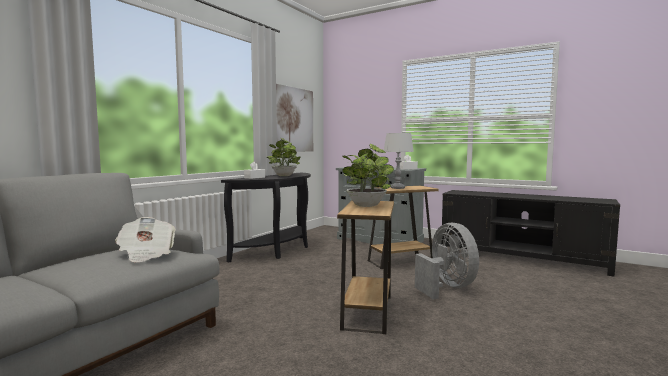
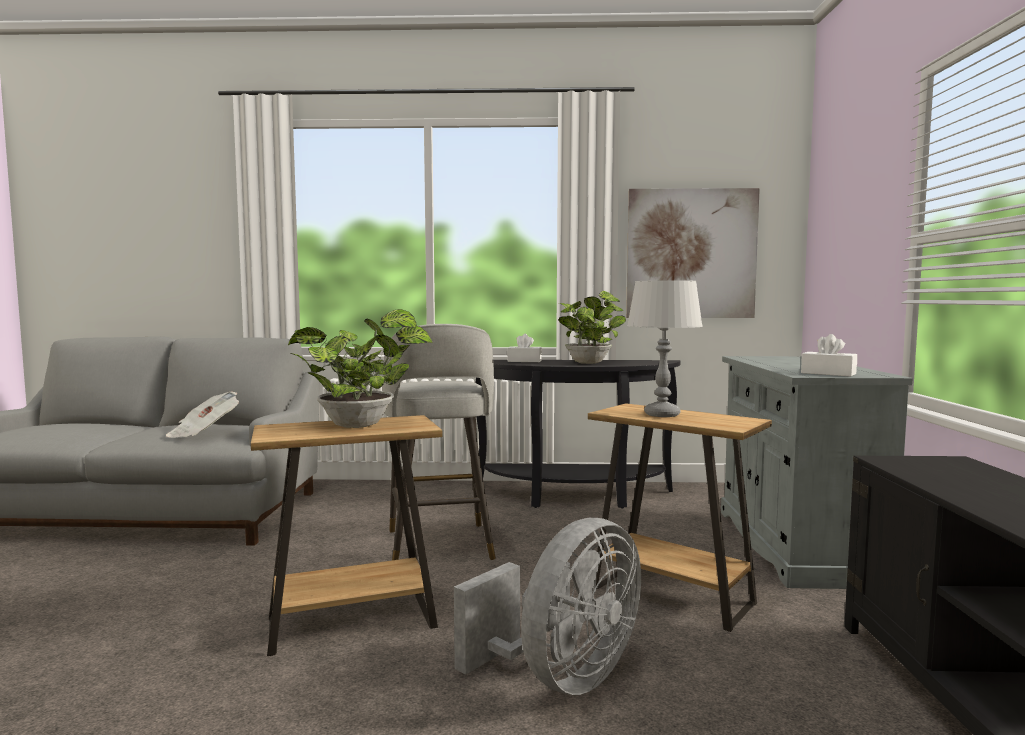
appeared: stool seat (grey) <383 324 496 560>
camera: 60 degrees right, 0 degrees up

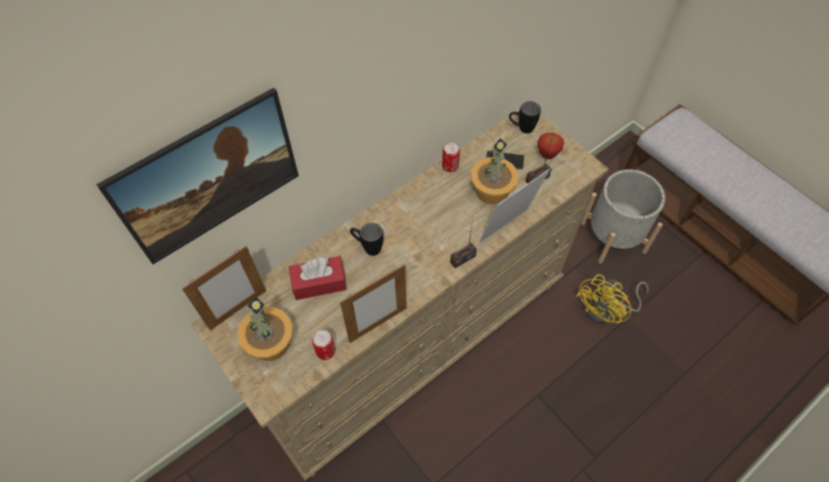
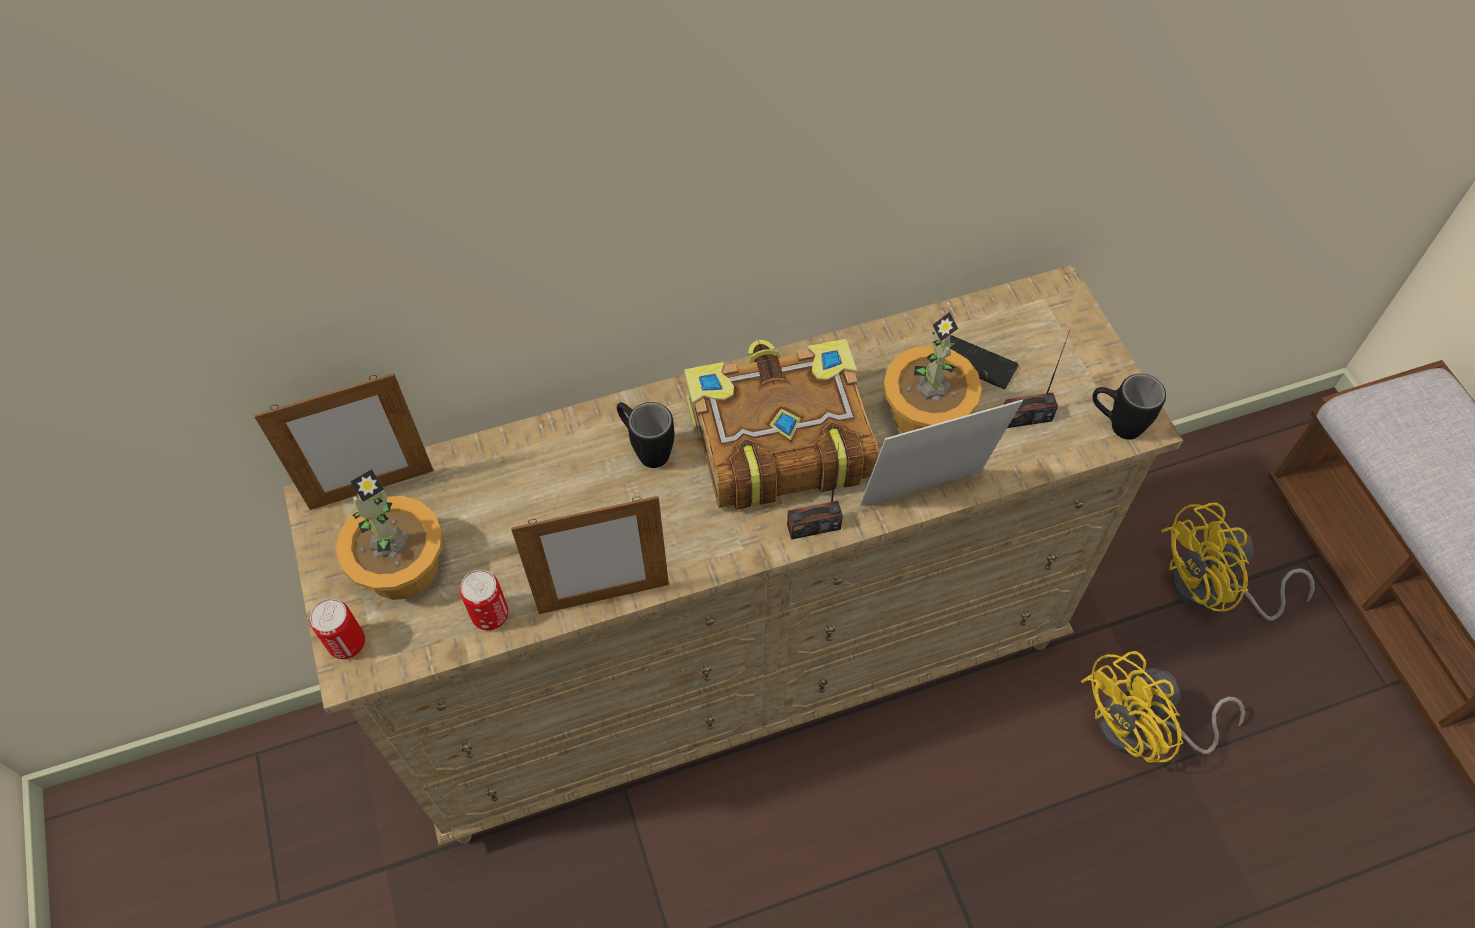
missing: wall art <96 88 299 264>; tissue box (red) <289 256 347 300>; whole apple <537 133 564 159>
appeared: bound book <684 339 878 510>
relocated: can <442 142 460 172> to <310 599 365 659>; coffee mug (blackish) <509 101 541 134> to <1093 374 1166 440>
exchanged: plant pot (grey) <581 169 665 264> to cooling fan (yellowish) <1161 502 1315 621>
camera: 20 degrees right, 0 degrees up

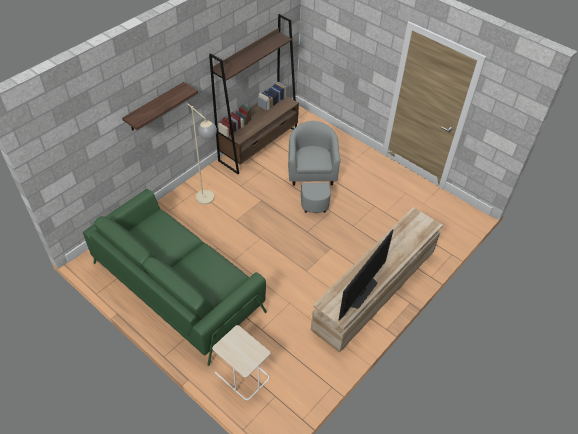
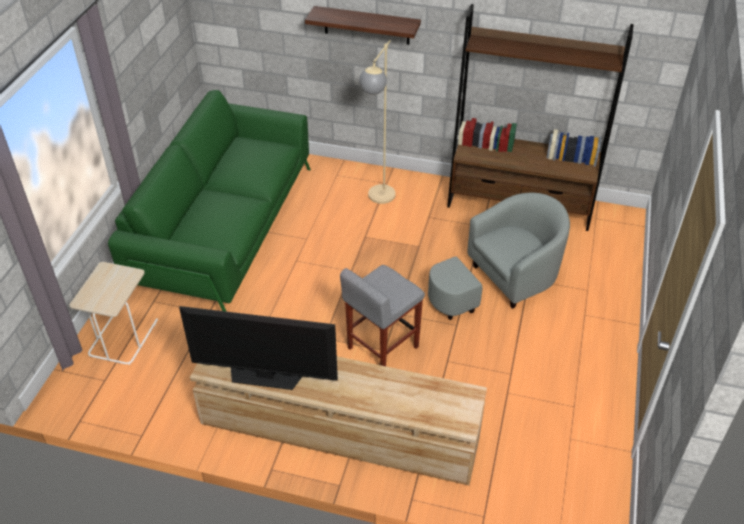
appeared: stool seat (grey) <340 265 425 366>
camera: 65 degrees right, 5 degrees down

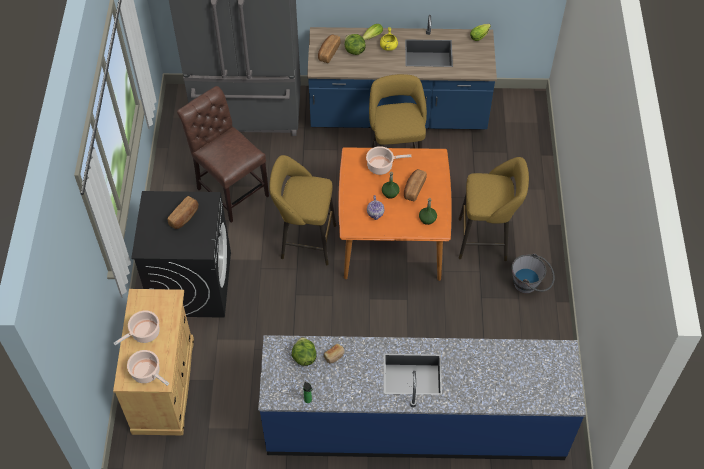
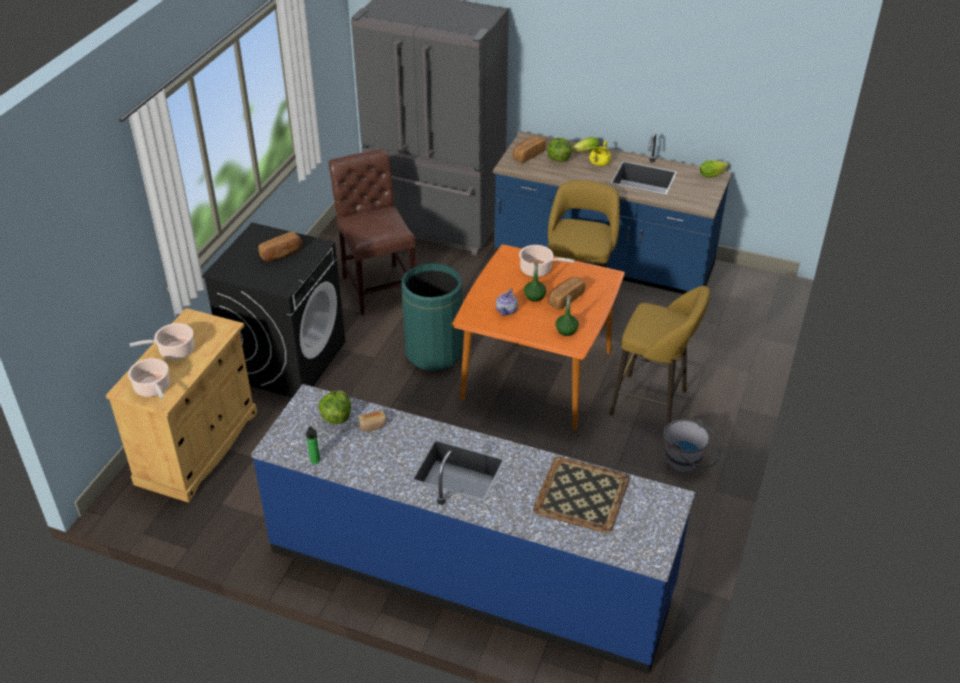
appeared: serving tray <533 457 629 533>
exchanged: stool seat (yellowish) <269 155 336 265> to rubbish bin (greenish) <401 263 463 371>
camera: 20 degrees right, 15 degrees down

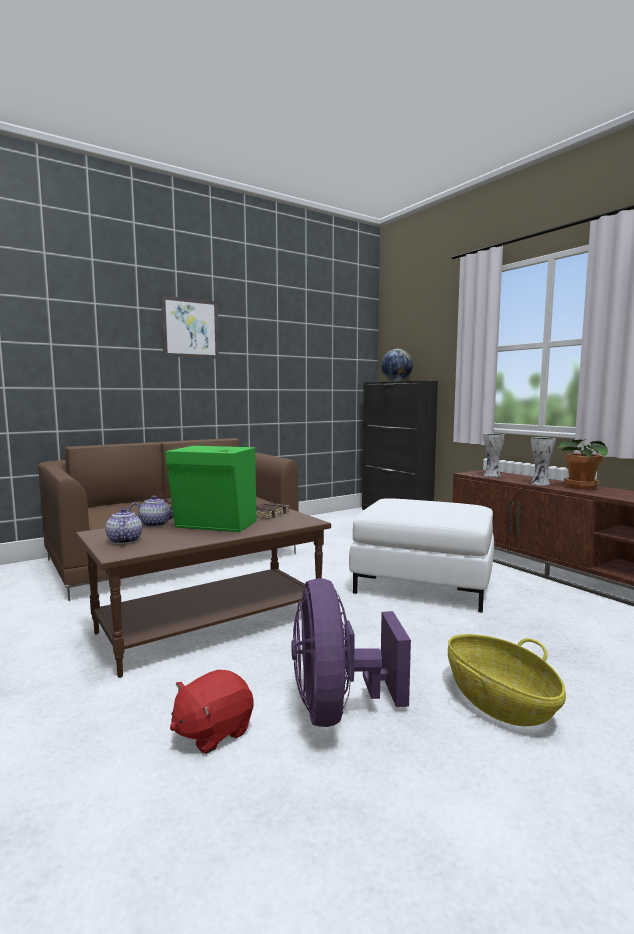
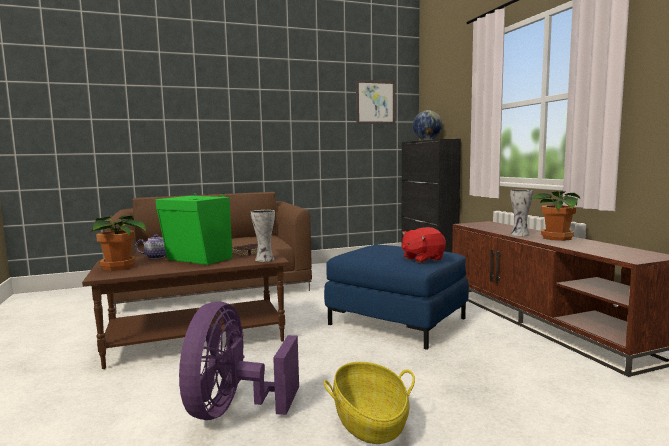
relocated: wall art <161 295 219 359> to <356 80 395 124>; plush toy (red) <170 670 254 754> to <402 227 446 263>; flower vase <483 434 505 477> to <251 210 275 262>
exchanged: pot for tea <105 508 142 544> to plant in a pot <91 215 146 271>
colour: pouffe (whitish) <349 498 494 613> to pouffe (blue-coloured) <324 245 469 350>
camera: 15 degrees right, 0 degrees up

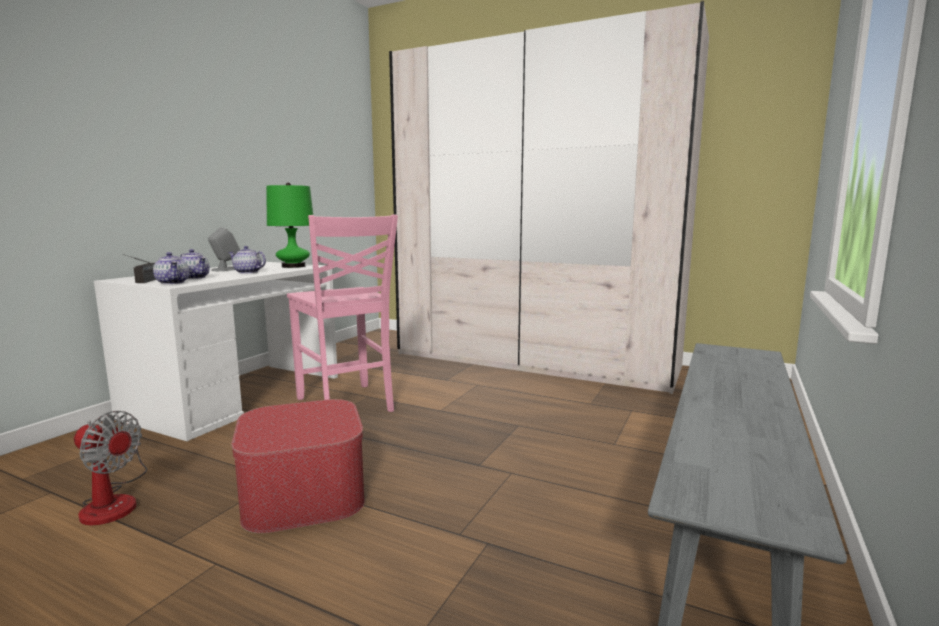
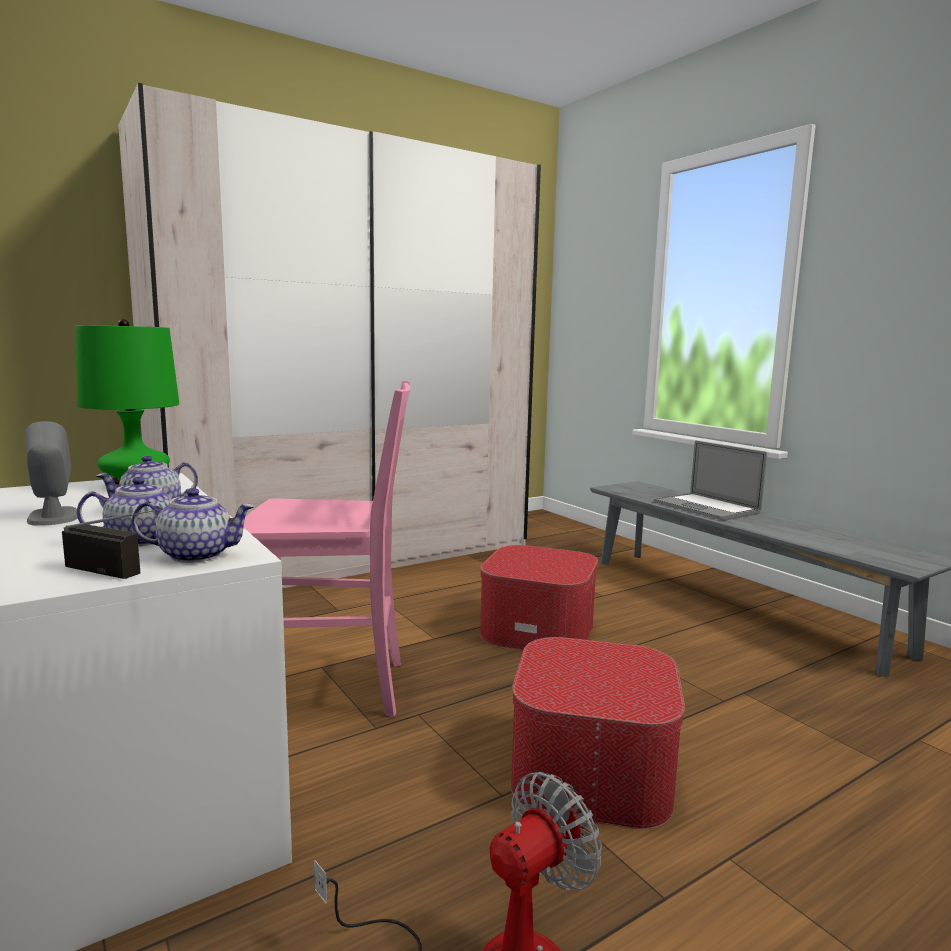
appeared: pouffe <480 545 598 650>; laptop <654 441 767 520>
camera: 60 degrees left, 0 degrees up

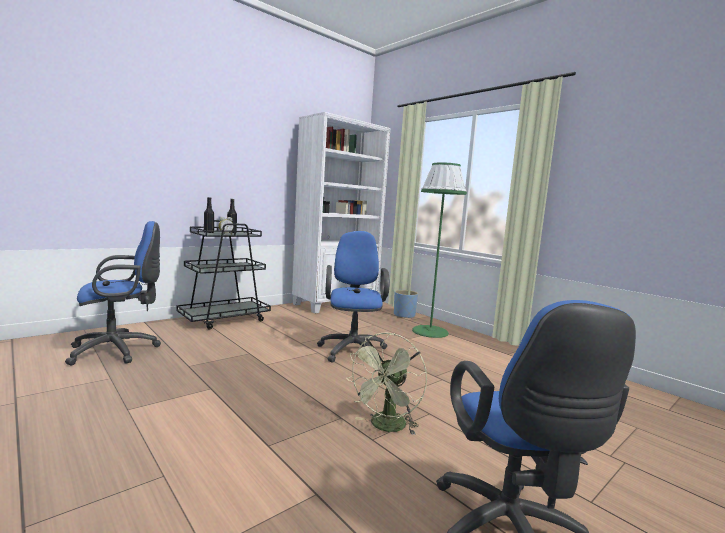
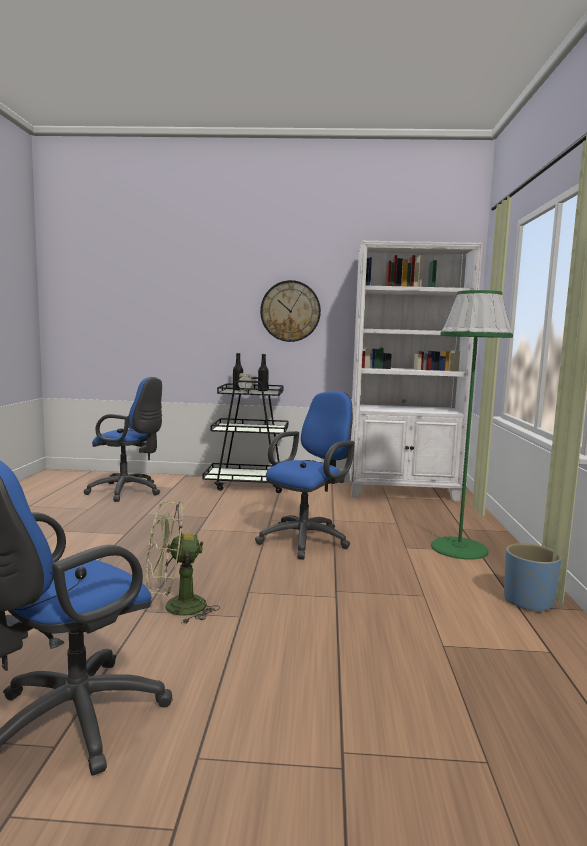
appeared: hanging clock <260 280 321 342>
relocated: plant pot (blue-coloured) <394 290 418 318> to <504 543 562 613>
camera: 45 degrees right, 0 degrees up

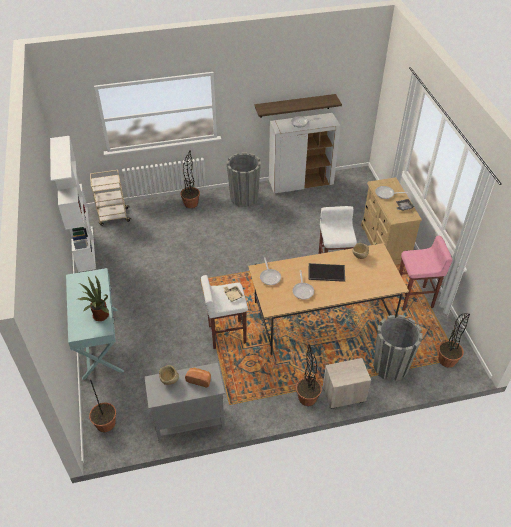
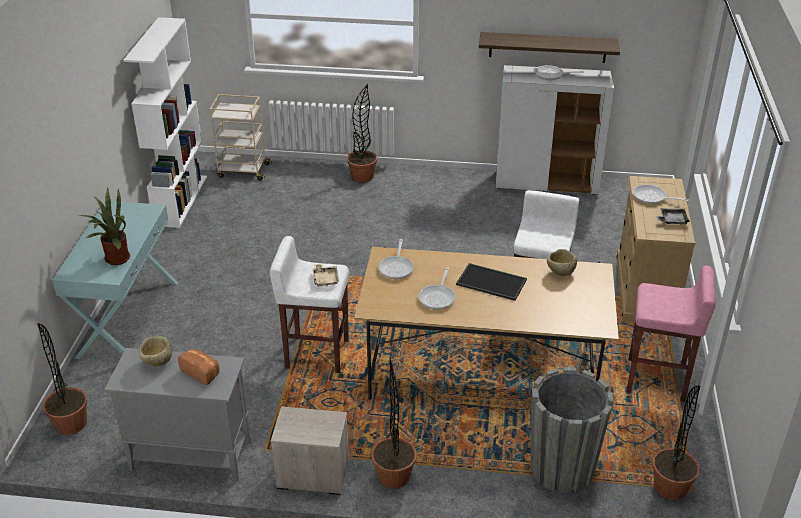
missing: plant pot (grey) <227 152 261 207>
relocated: night table <323 358 371 409> to <271 406 349 495>
camera: 20 degrees right, 10 degrees down

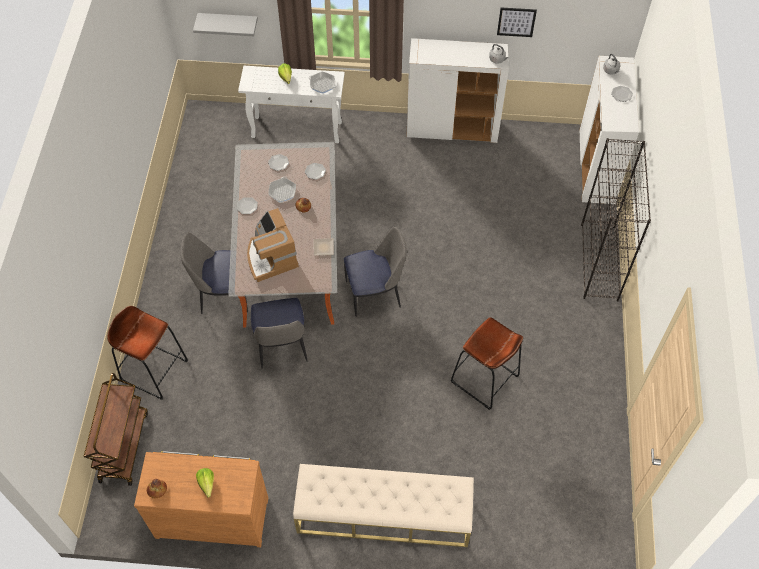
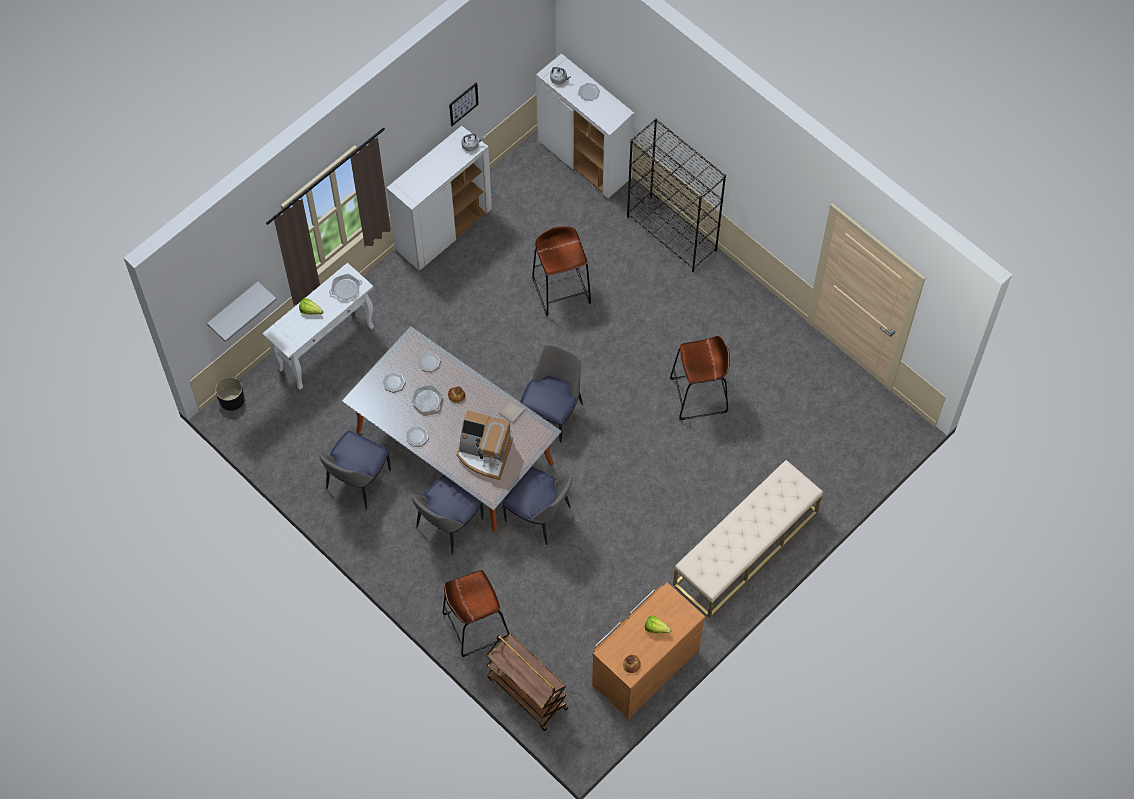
appeared: plant pot (blackish) <215 377 245 411>; chair <320 430 391 510>; stool seat (brownish) <532 226 591 317>
camera: 50 degrees left, 5 degrees up

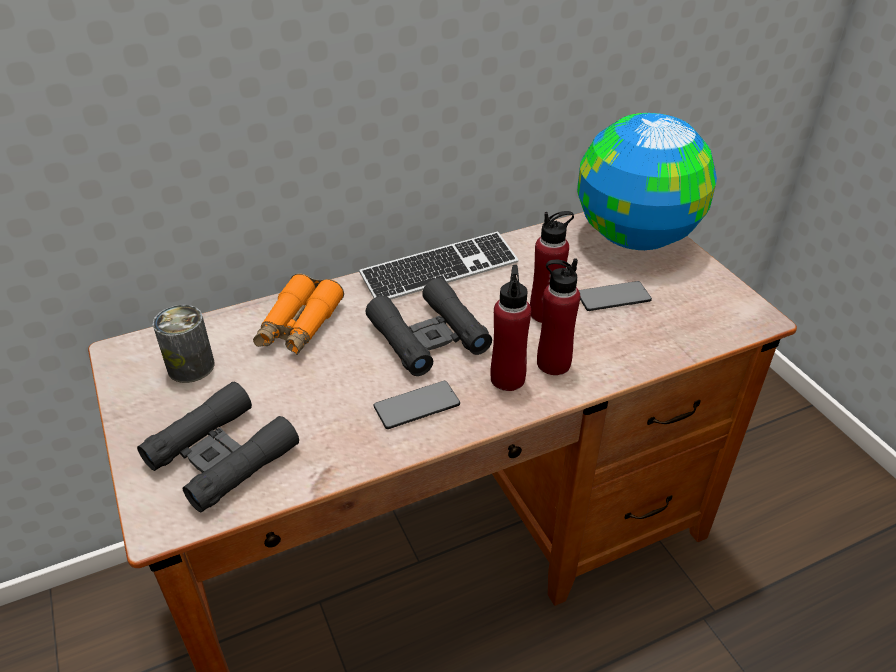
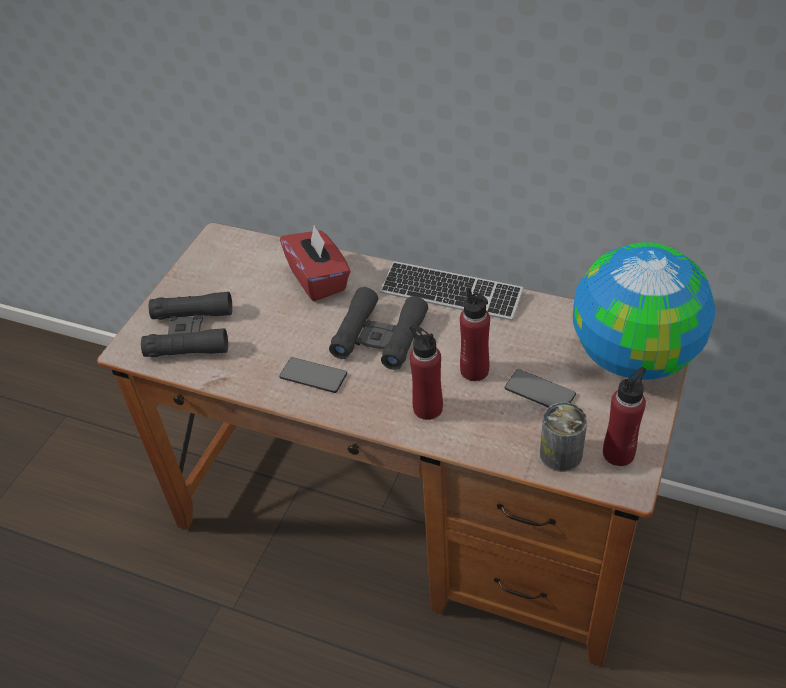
relocated: can <153 305 214 383> to <540 403 587 472>; drink bottle (red) <490 265 531 391> to <603 367 646 466>
exchanged: binoculars (orange) <253 274 344 355> to tissue box (red) <280 224 351 301>
camera: 50 degrees right, 5 degrees up

